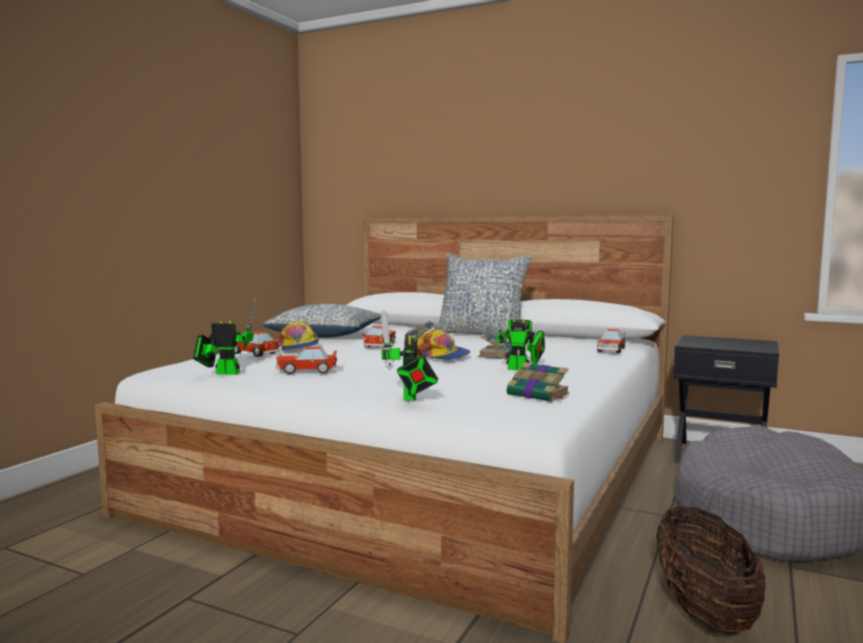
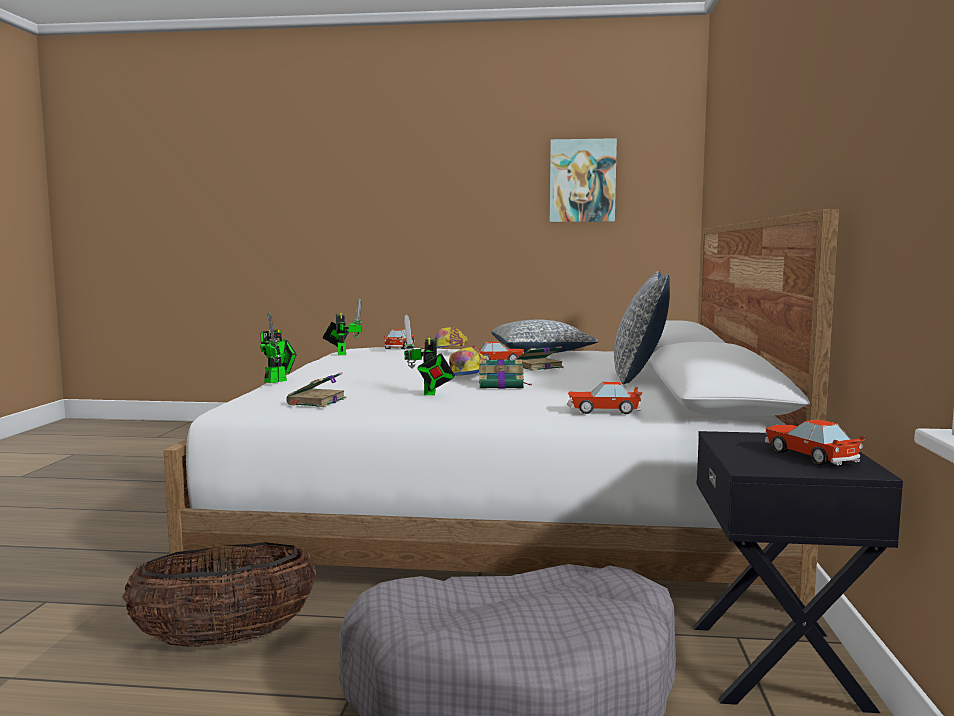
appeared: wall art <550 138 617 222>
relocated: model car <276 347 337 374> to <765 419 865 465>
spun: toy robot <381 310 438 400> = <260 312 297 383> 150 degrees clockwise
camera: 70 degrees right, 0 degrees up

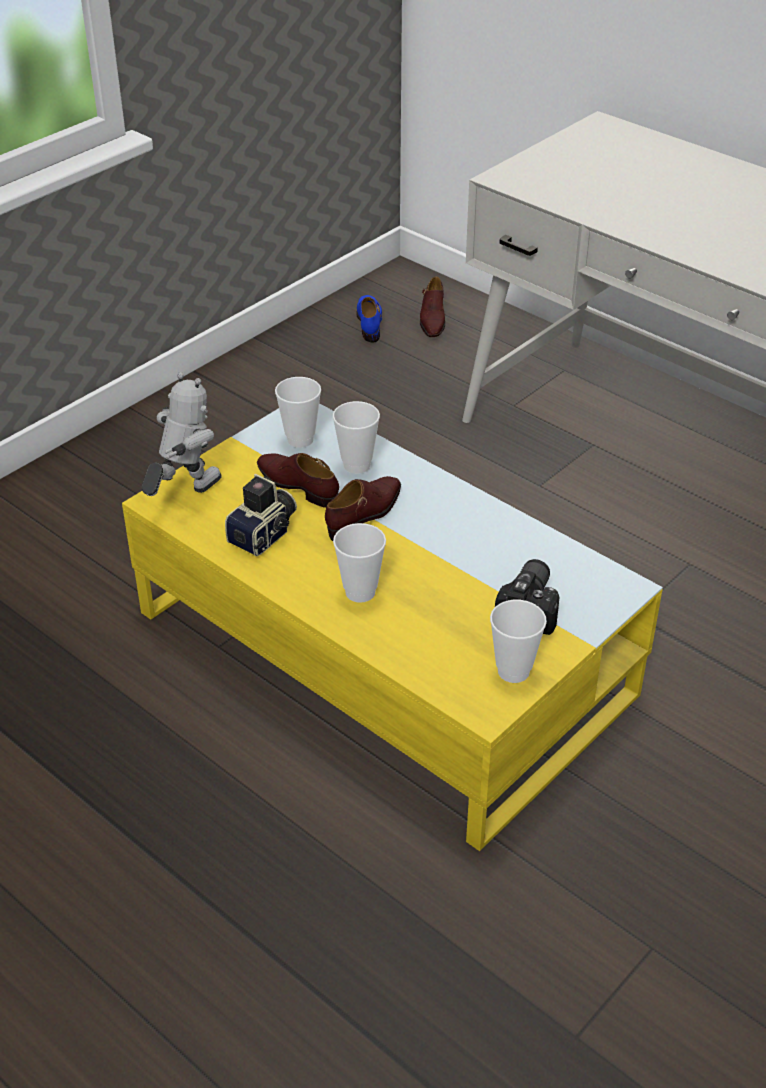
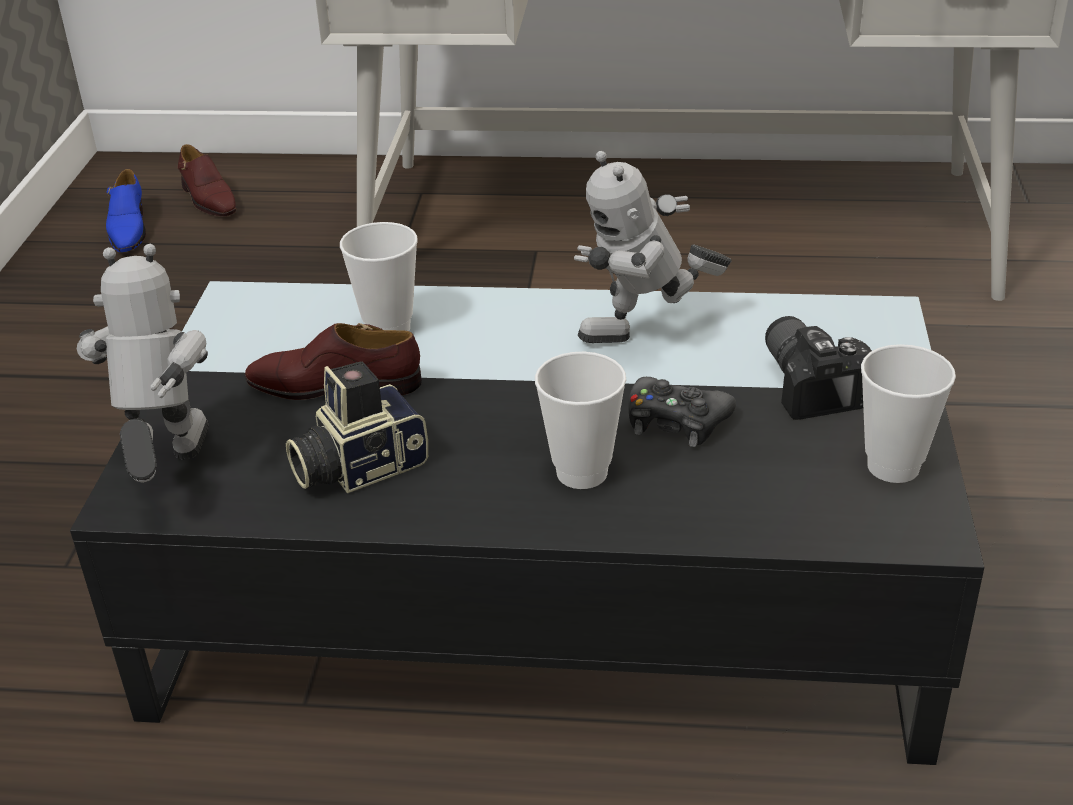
missing: drinking cup <275 377 321 448>; low shoe (brownish) <325 476 401 541>
appeared: toy robot <574 151 732 343>; joypad (blackish) <628 377 736 447>
colour: lounge table (yellowish) <122 403 663 851> to lounge table (blackish) <70 281 984 765>
spun: still camera <225 474 297 556> = <286 361 428 493> 120 degrees counterclockwise; low shoe (blue-coloured) <356 295 382 343> = <106 169 146 252> 150 degrees counterclockwise
camera: 35 degrees left, 5 degrees down

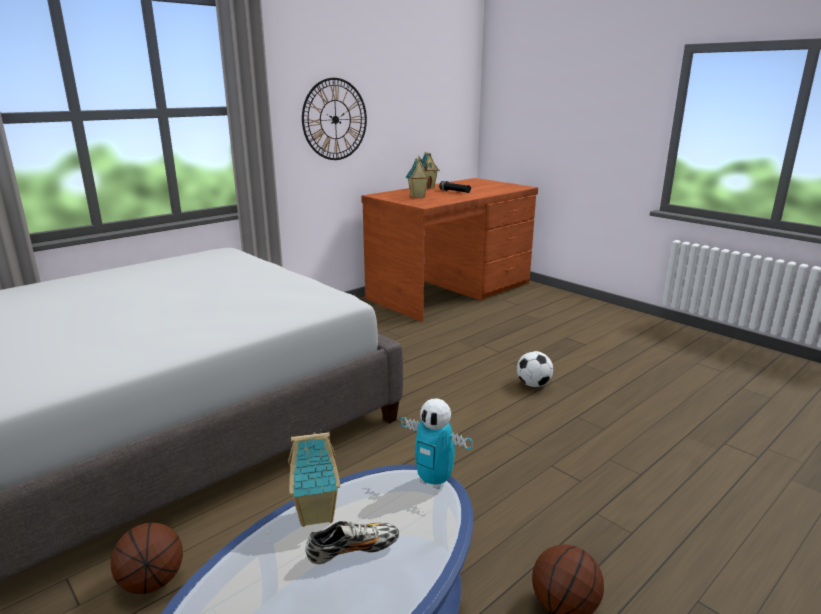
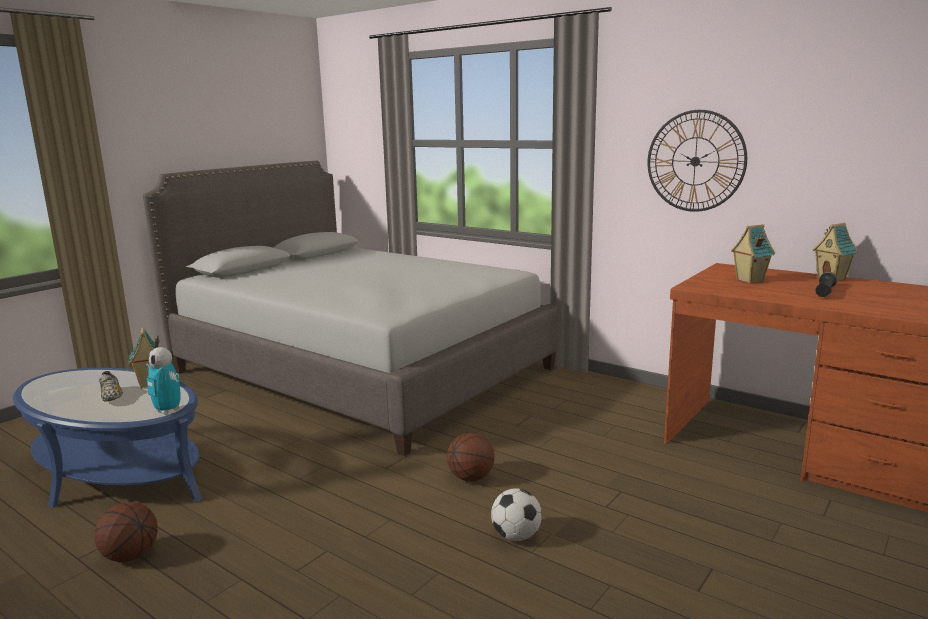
relocated: basketball <111 523 183 594> to <447 433 494 481>
spun: toy robot <401 398 473 489> = <146 347 181 415> 75 degrees counterclockwise
camera: 80 degrees right, 5 degrees down

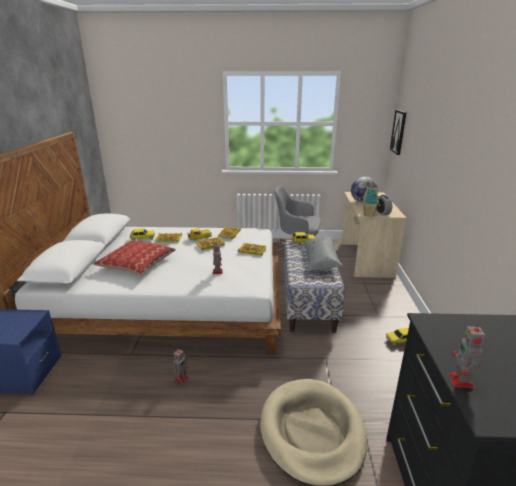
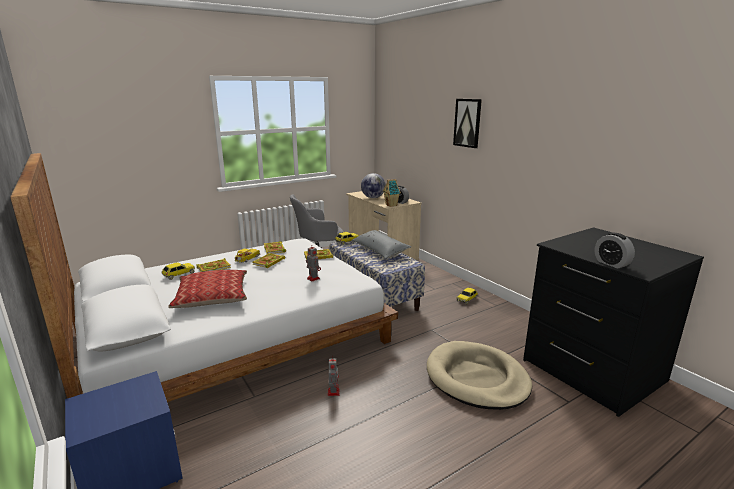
relocated: wall art <390 110 406 155> to <453 99 482 148>
exchanged: toy robot <449 322 486 389> to bedside clock <594 233 635 269>
camera: 35 degrees left, 5 degrees down

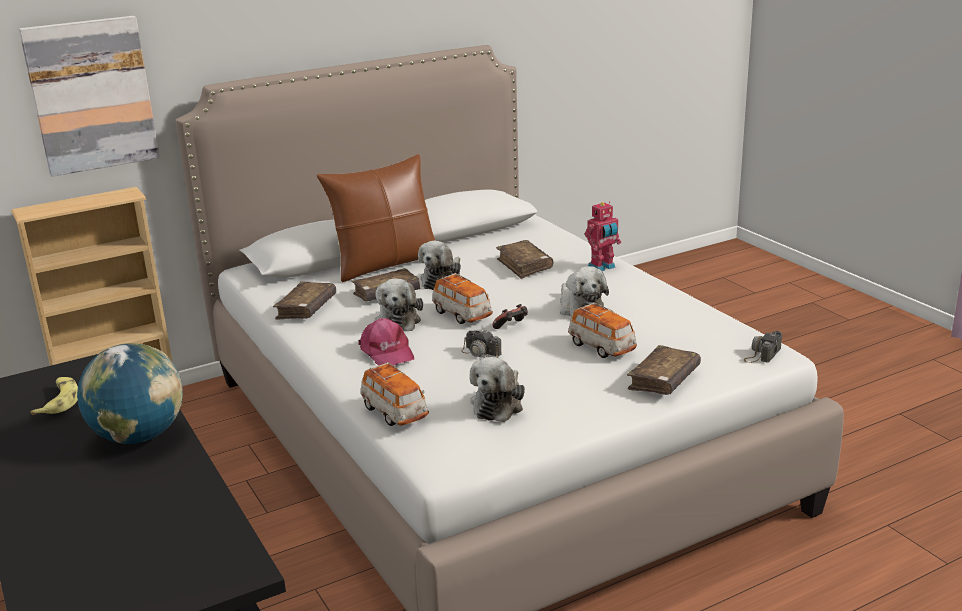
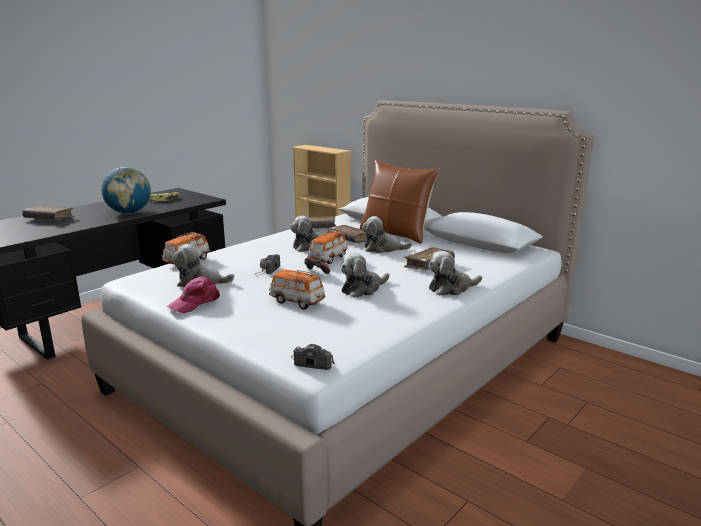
missing: wall art <19 16 160 177>
relocated: baseball cap (pink) <358 318 414 366> to <166 276 220 313>; bound book (brownish) <627 345 701 395> to <22 206 75 220>
exchanged: toy robot <585 201 621 271> to plush toy <428 251 482 295>
spun: model car <568 302 637 358> = <269 270 325 310> 90 degrees clockwise
camera: 70 degrees right, 5 degrees down

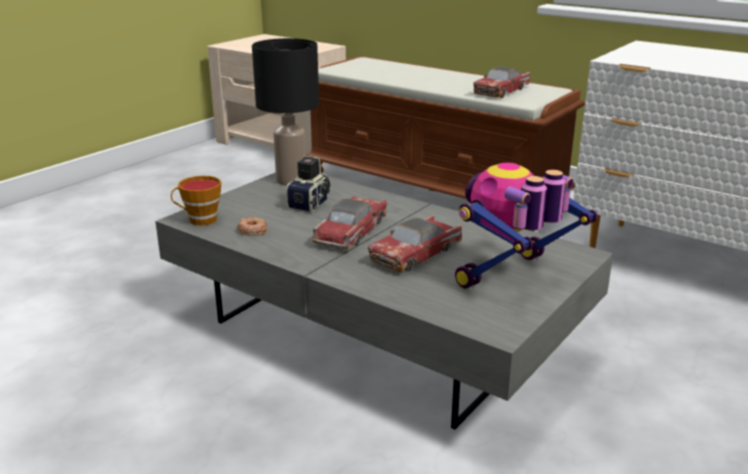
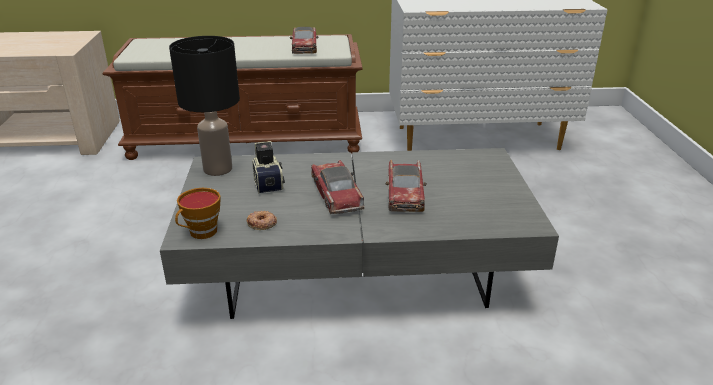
missing: toy robot <455 163 598 288>
camera: 40 degrees left, 5 degrees up

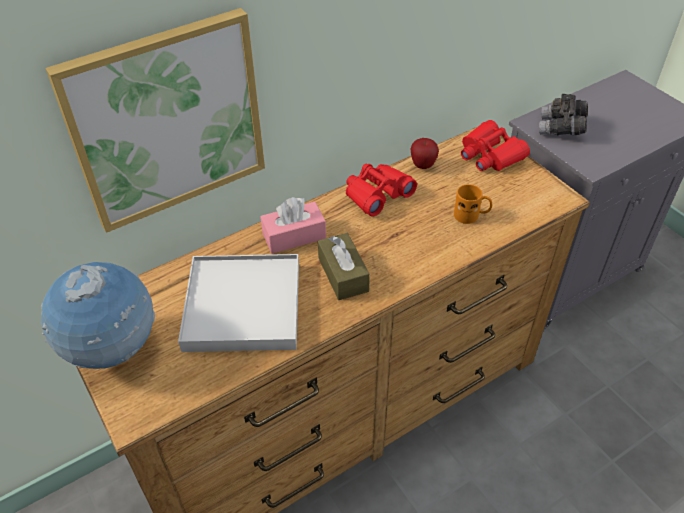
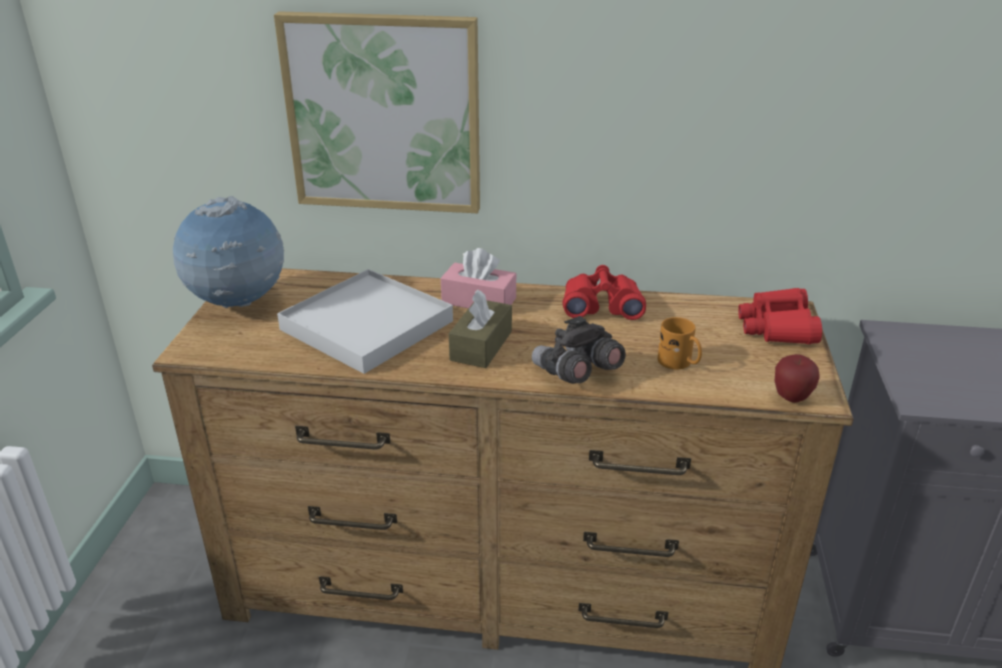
relocated: whole apple <411 138 439 169> to <775 354 820 403>; binoculars (grey) <539 94 588 136> to <532 316 626 384>
camera: 40 degrees right, 15 degrees down

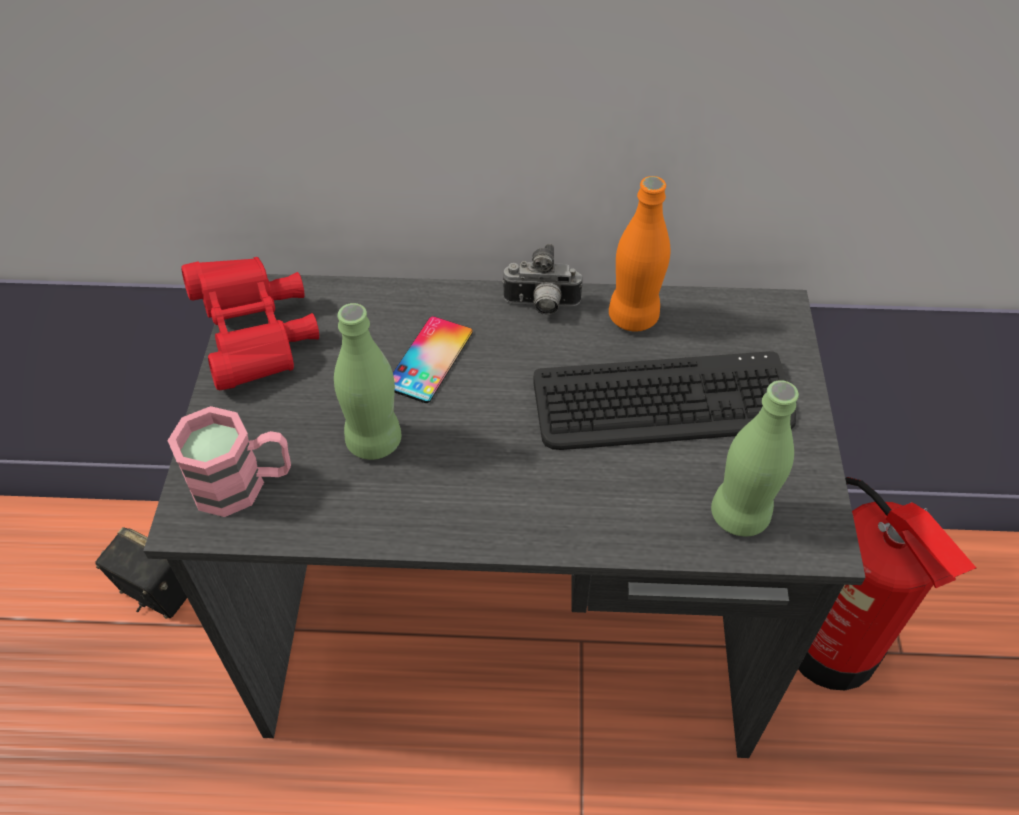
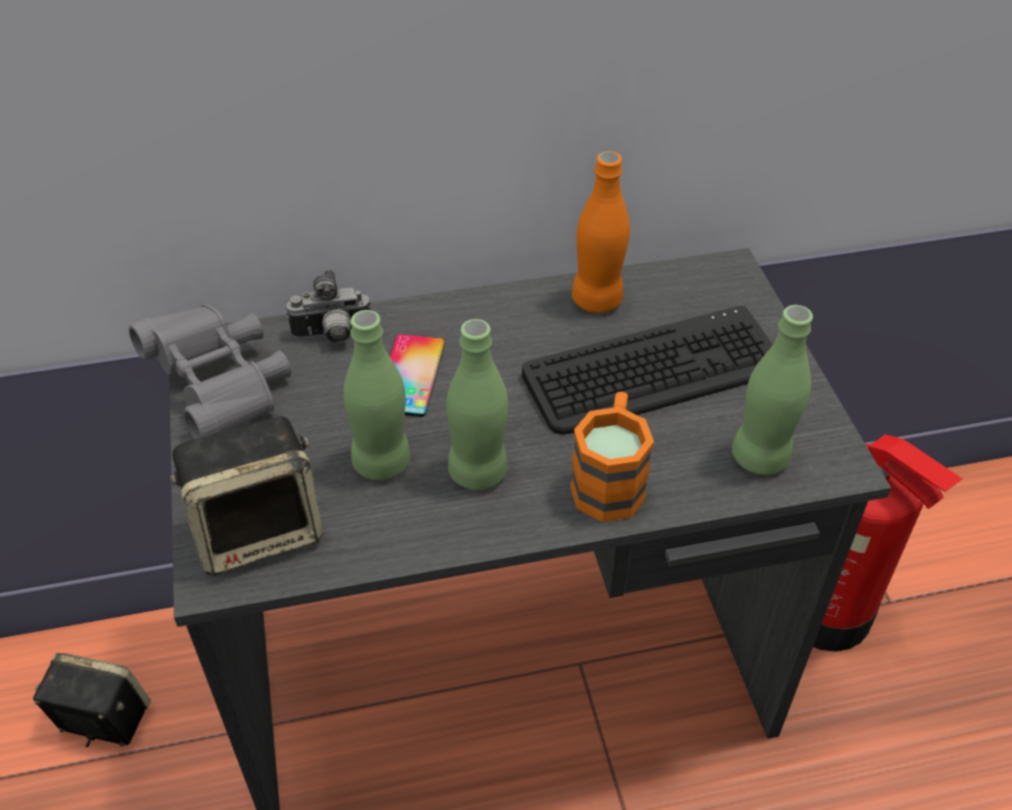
appeared: drink bottle (greenish) <446 319 508 490>; coffee mug (orange) <570 392 654 522>
relocated: still camera <502 244 583 315> to <286 269 371 343>
exchanged: coffee mug (pink) <167 406 291 517> to speaker <170 416 323 575>
colour: binoculars (red) <181 257 319 390> to binoculars (grey) <129 304 291 440>
camera: 15 degrees left, 5 degrees down

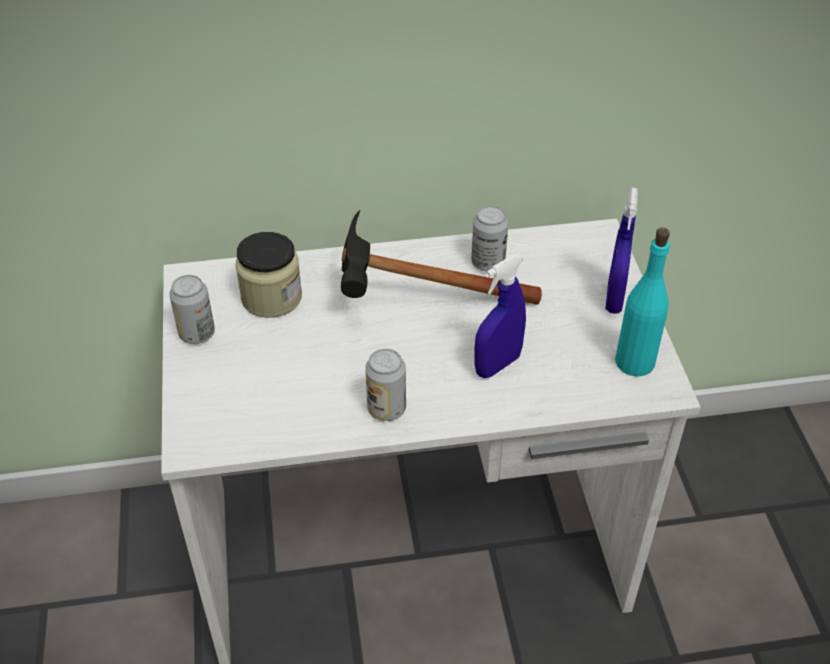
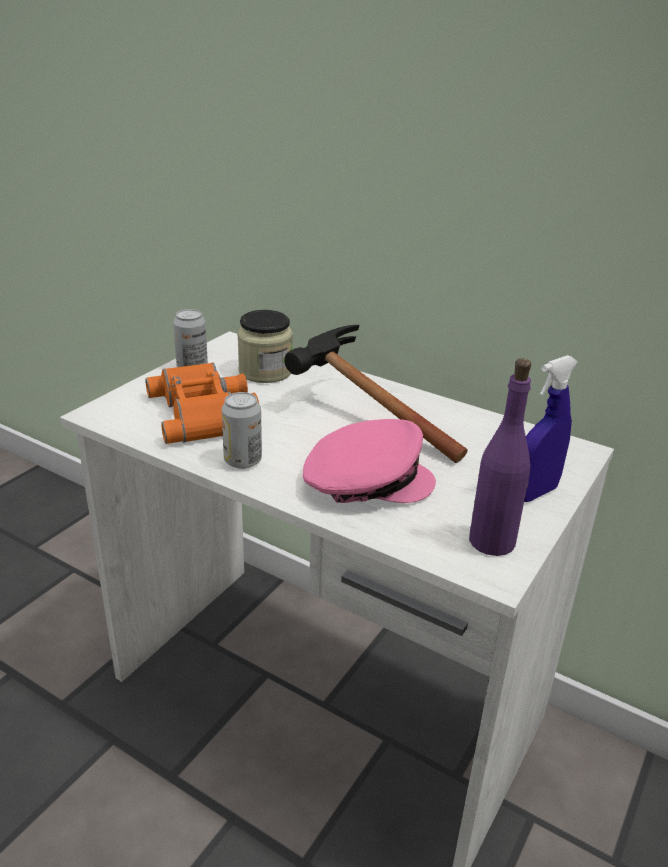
missing: can <471 206 508 272>
appeared: binoculars (orange) <145 362 259 444>
exchanged: sprayer (blue-coloured) <474 254 526 378> to baseball cap (pink) <303 419 436 503>
colour: drink bottle (turquoise) <615 227 670 377> to drink bottle (purple) <469 358 531 556>
camera: 40 degrees right, 15 degrees down

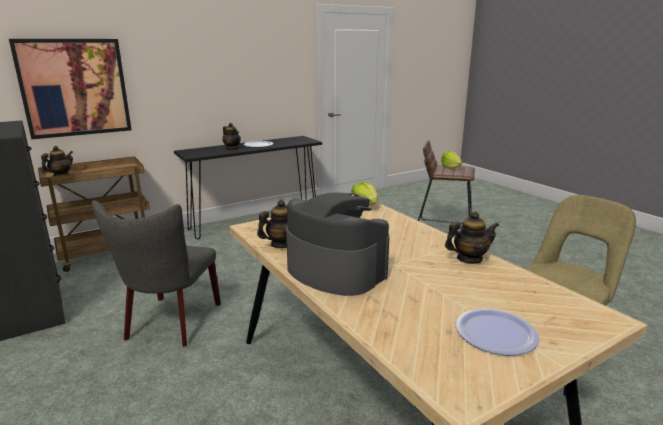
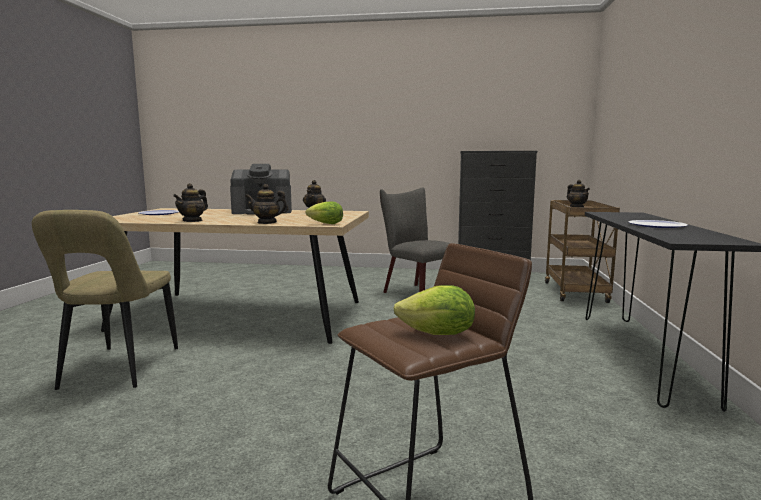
missing: wall art <9 39 132 139>
relocated: pot for tea <222 123 241 150> to <245 184 288 224>
camera: 130 degrees right, 10 degrees down

